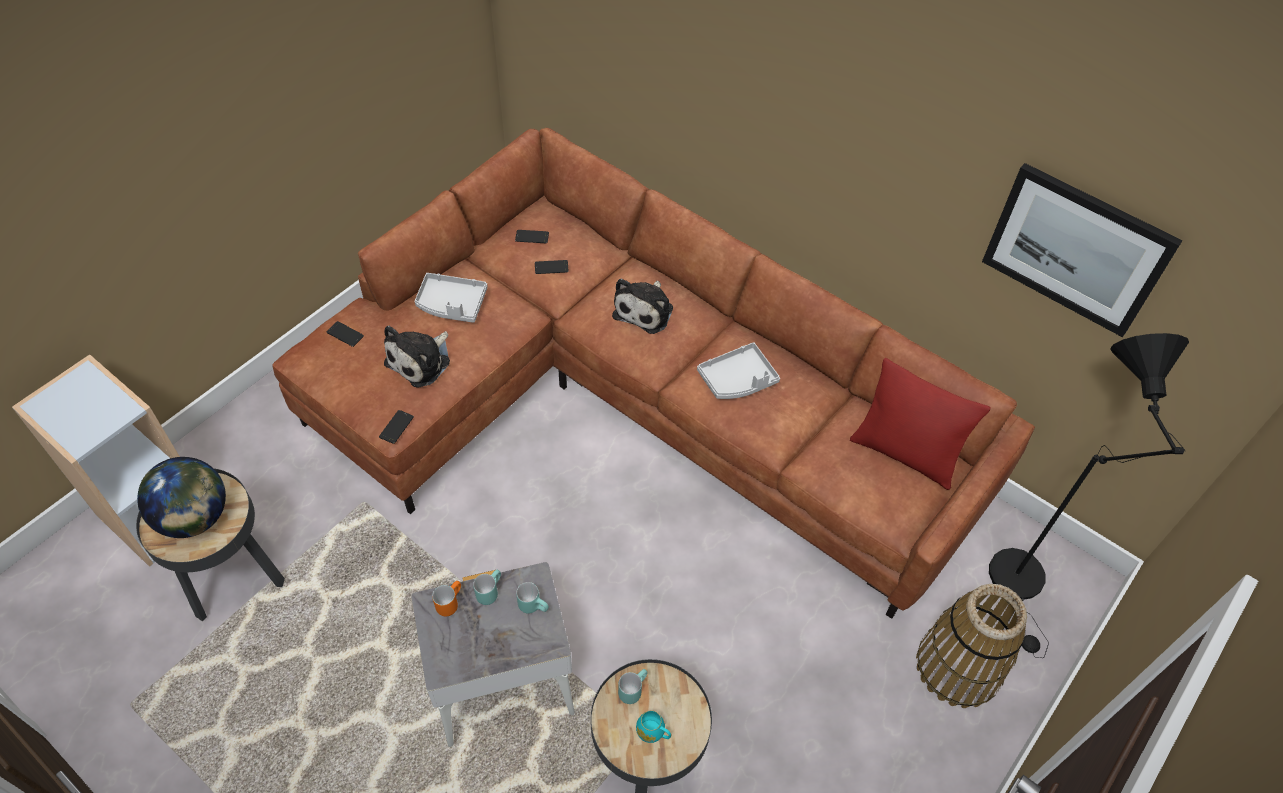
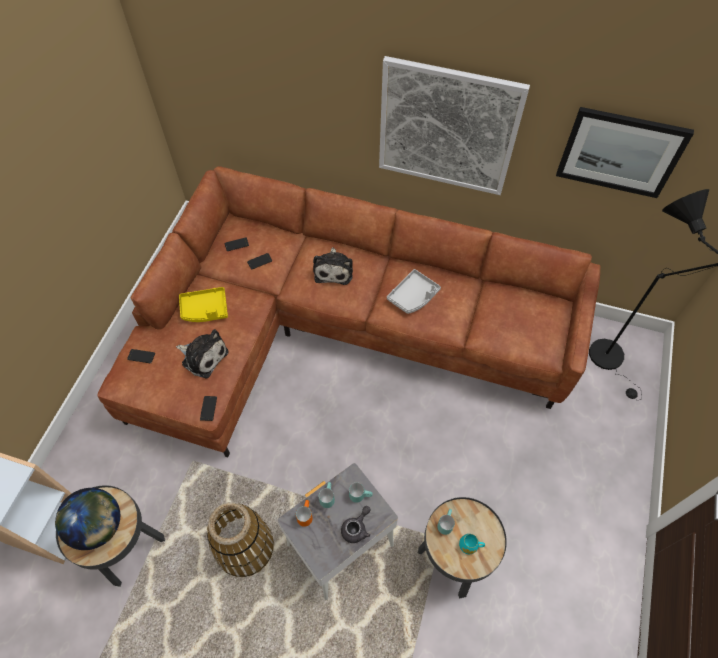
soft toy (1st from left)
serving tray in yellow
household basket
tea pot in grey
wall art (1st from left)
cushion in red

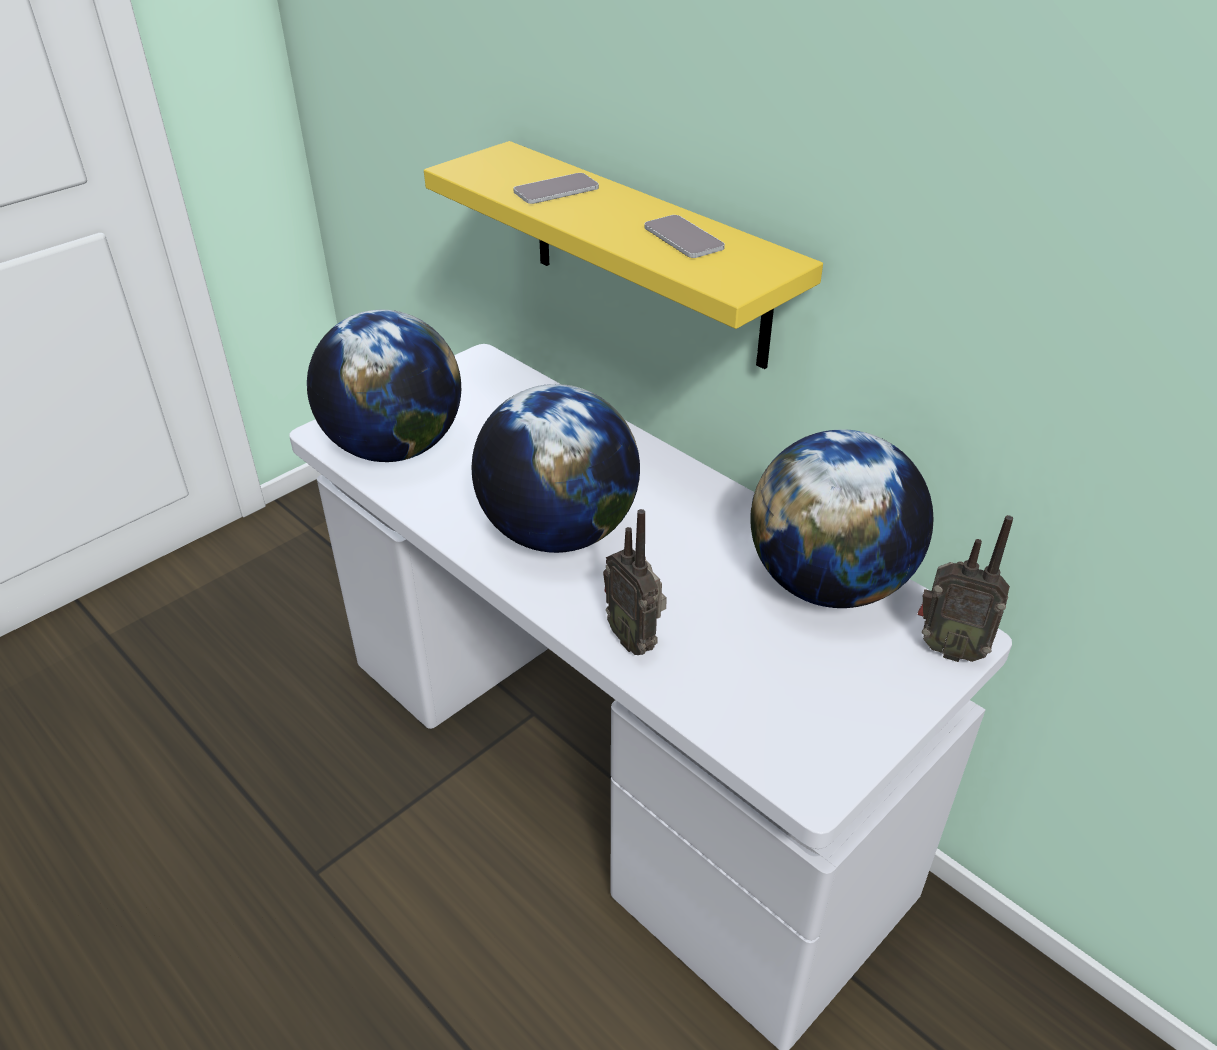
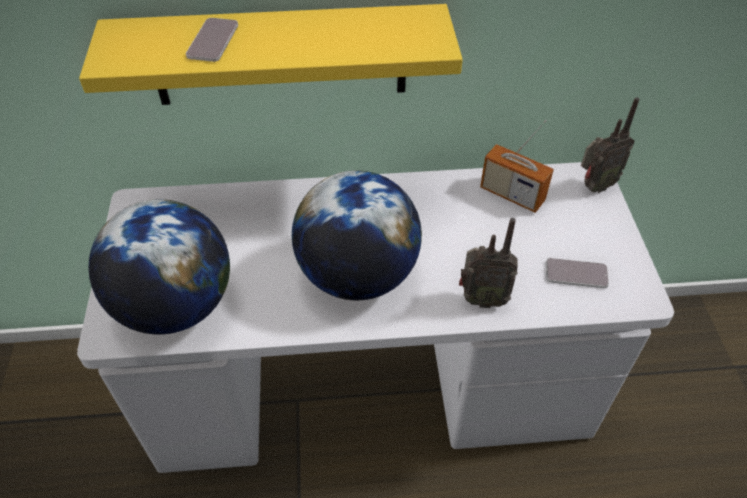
radio set (2nd from left)
handset (2nd from left)

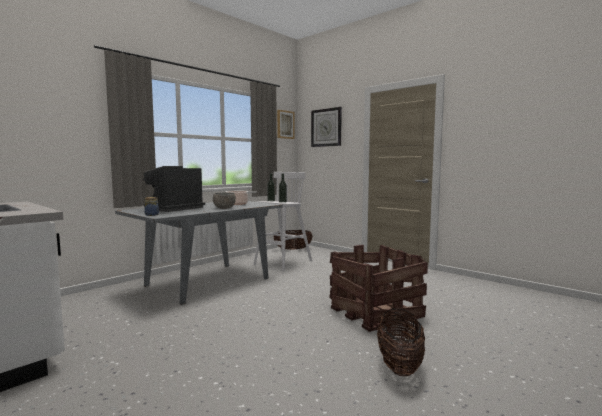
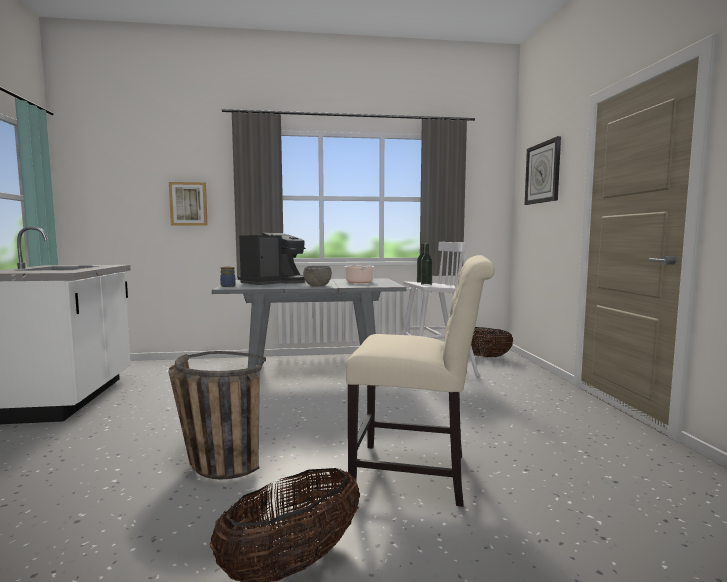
household basket (1st from left)
wall art
coffee machine
chair in sand-coloured

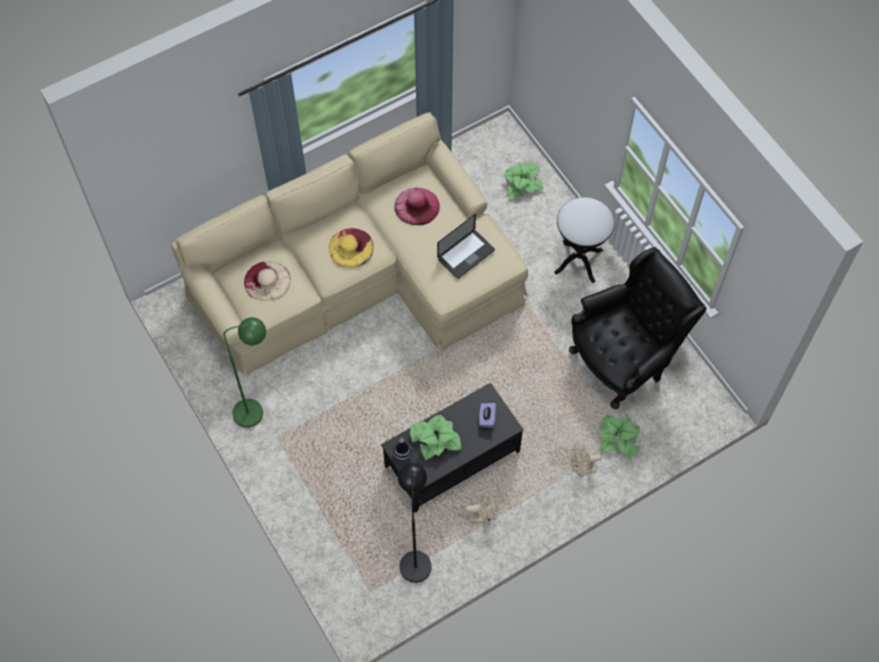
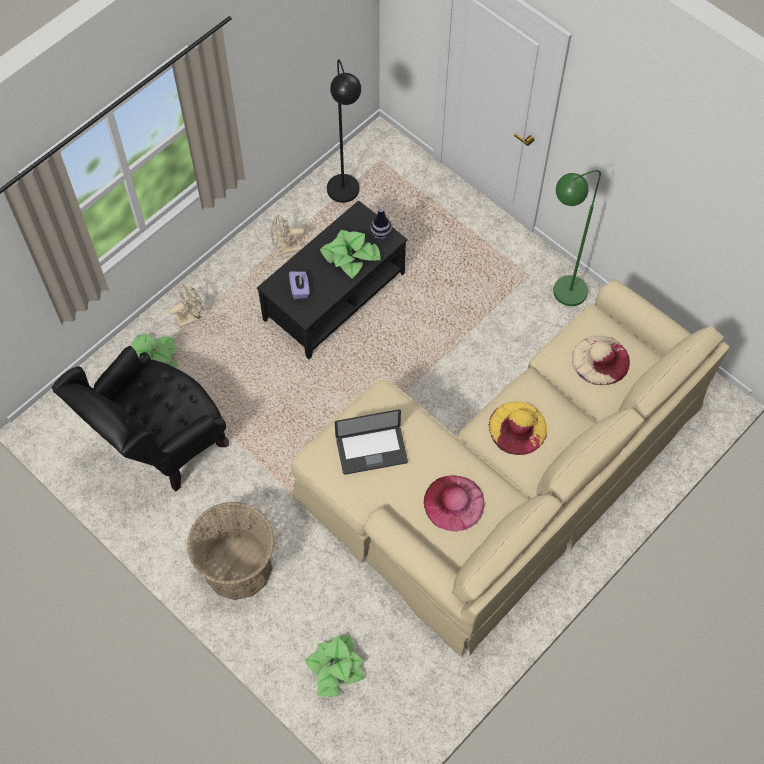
household basket
portable computer

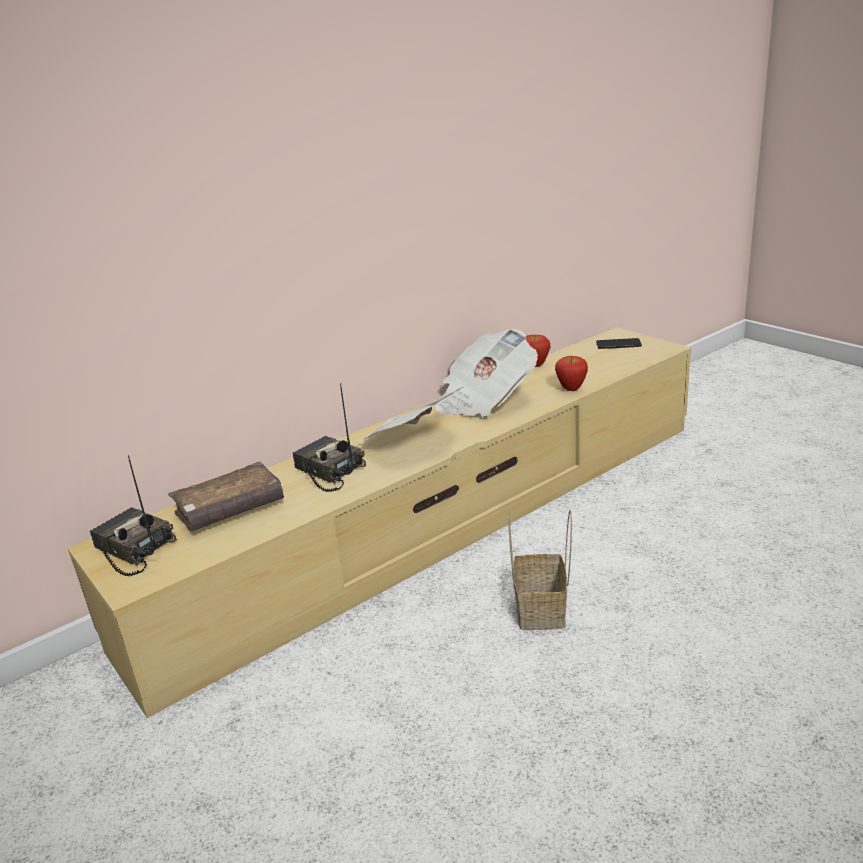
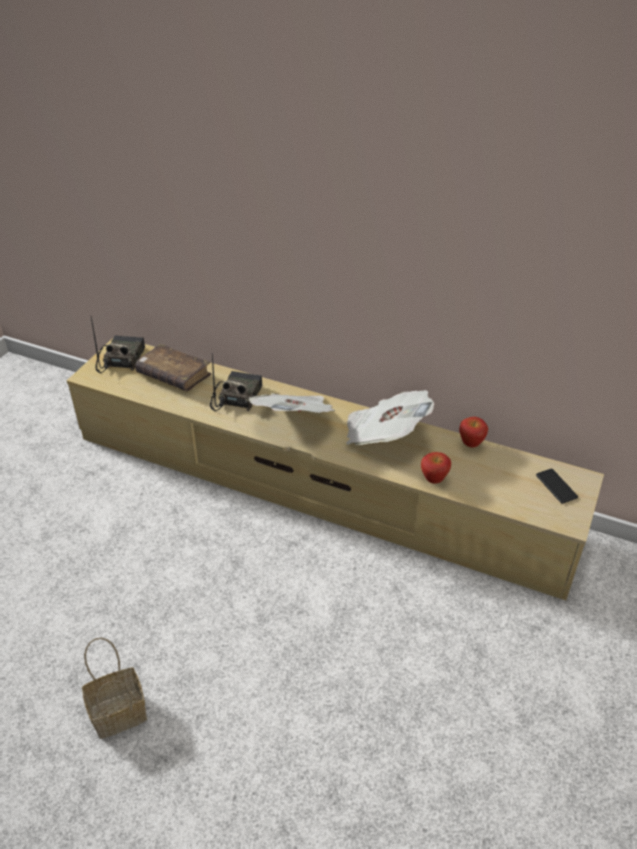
household basket

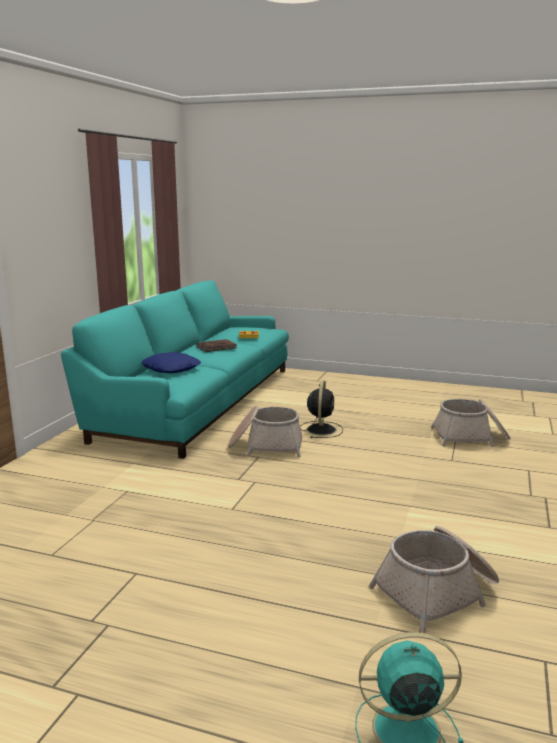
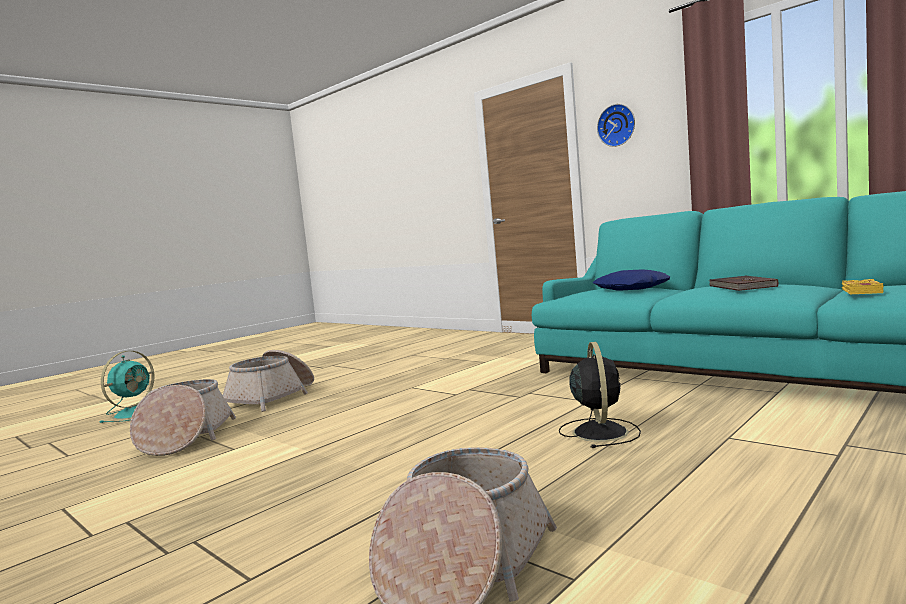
household basket (2nd from left)
electric fan in black-coloured
clock on the wall

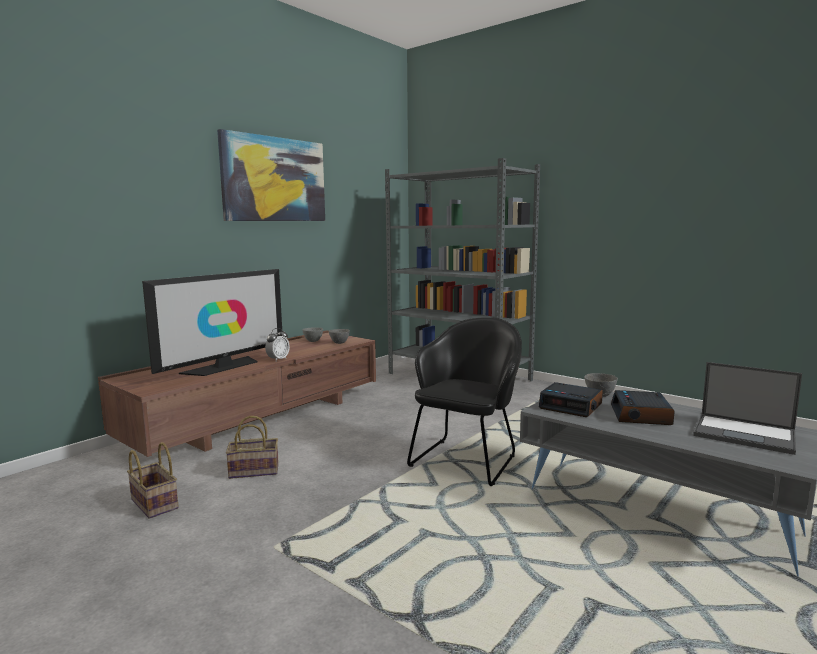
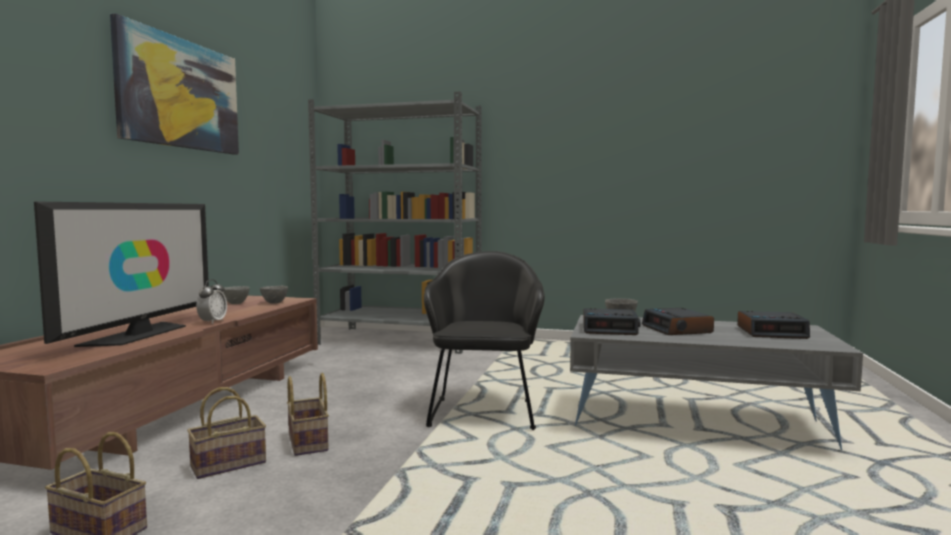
household basket (3rd from left)
table clock (4th from left)

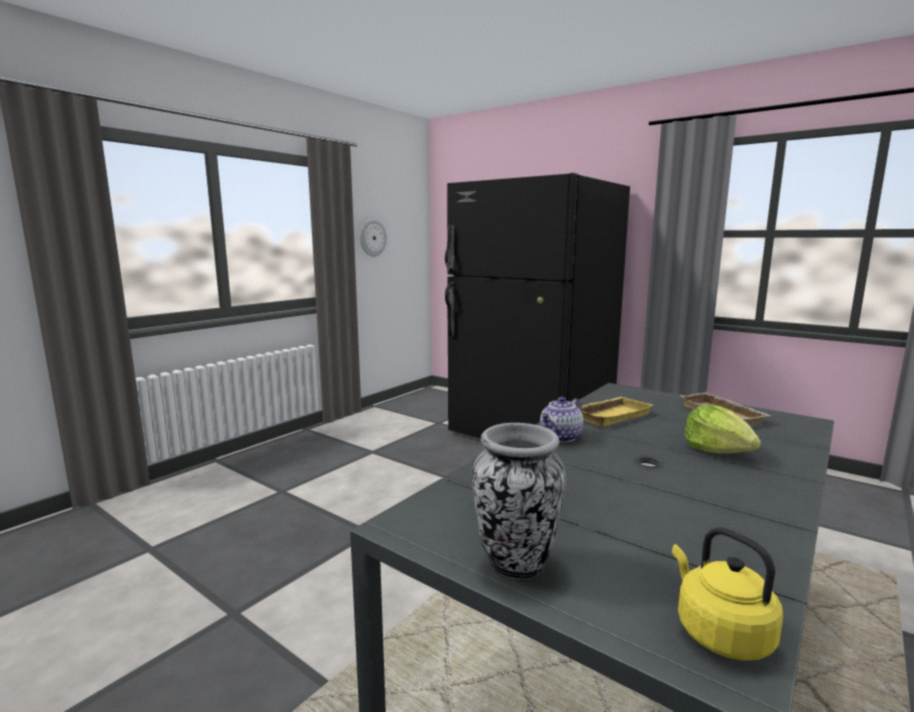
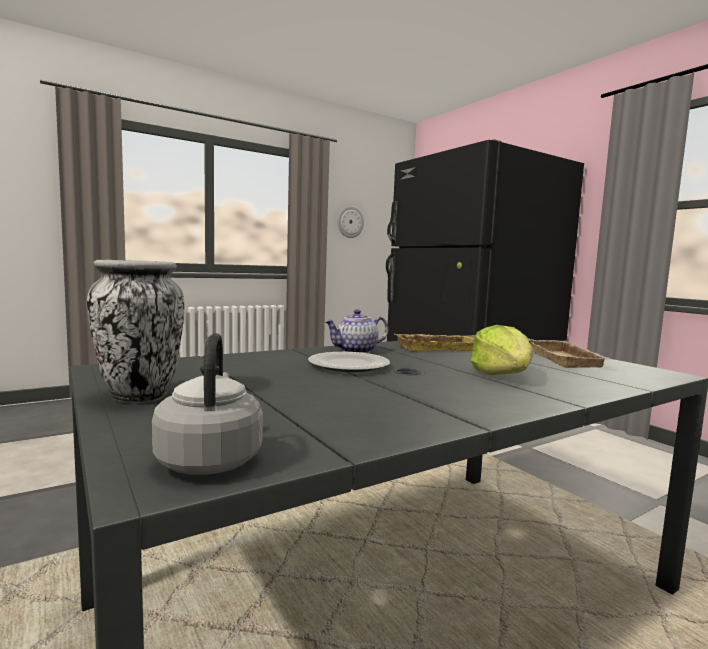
tea kettle in grey
dinner plate

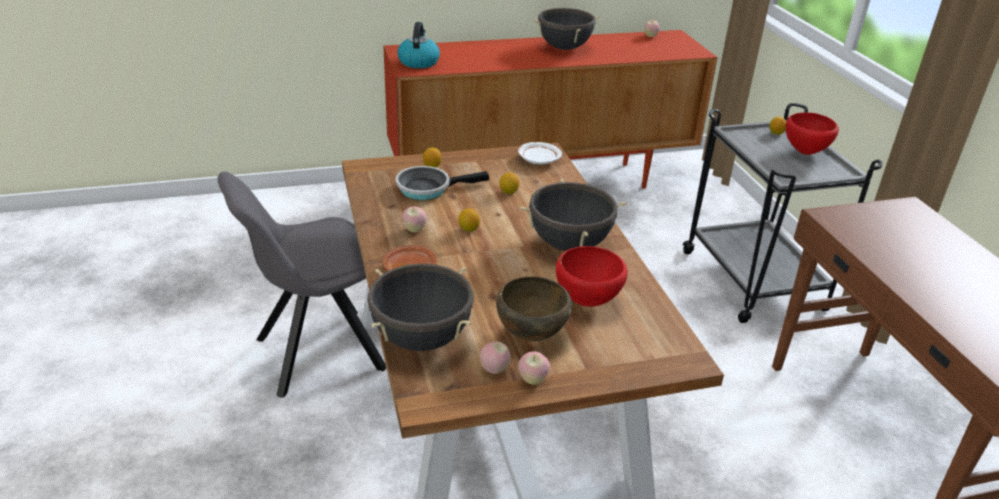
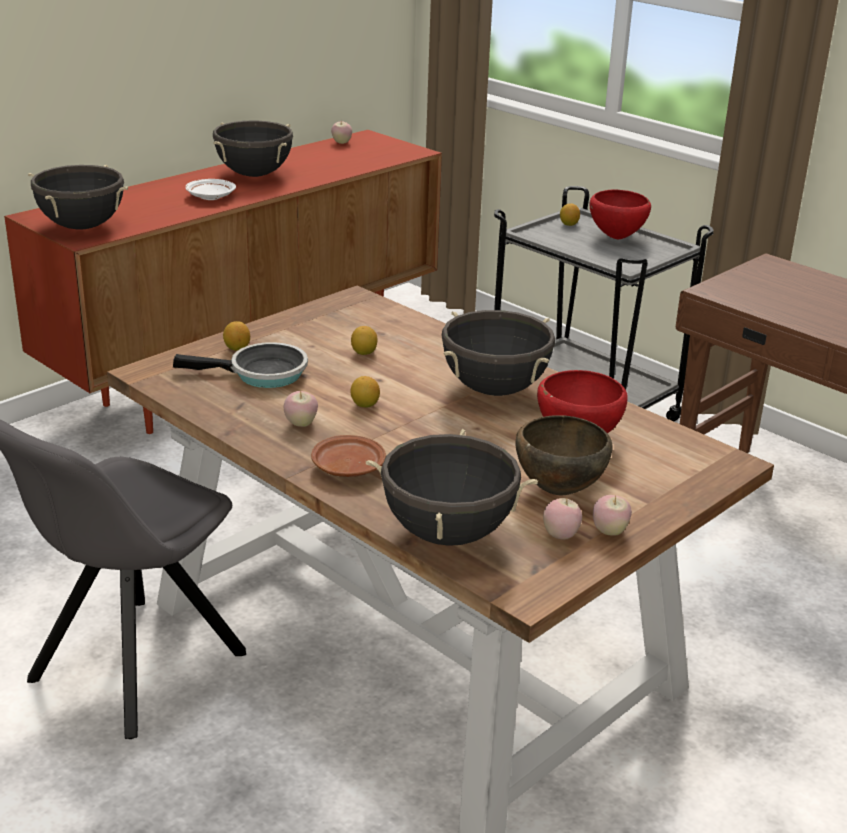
stockpot in black-coloured (1st from left)
frying pan
dinner plate in white-coloured

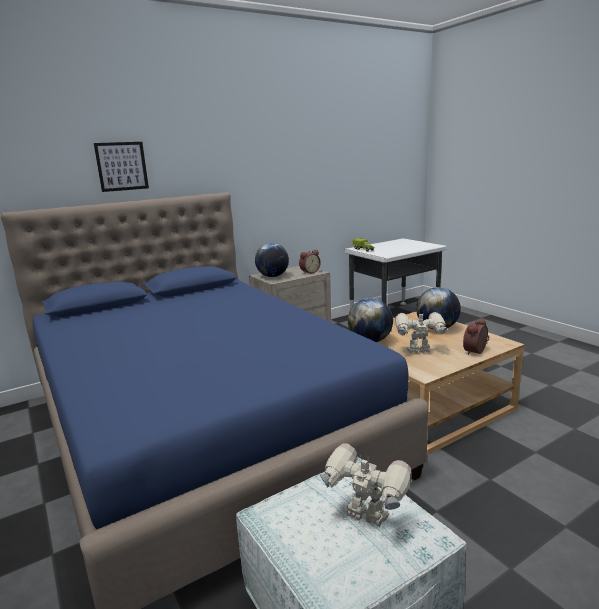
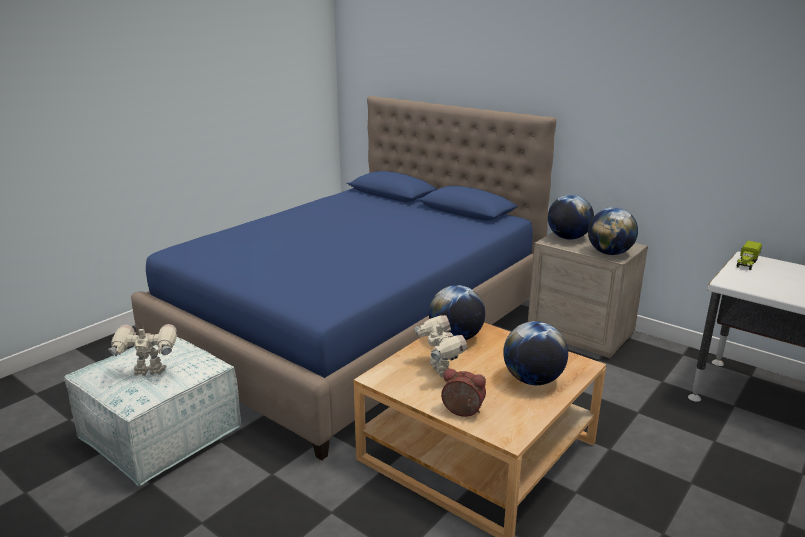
model robot (1st from left)
desk globe (4th from left)
wall art

